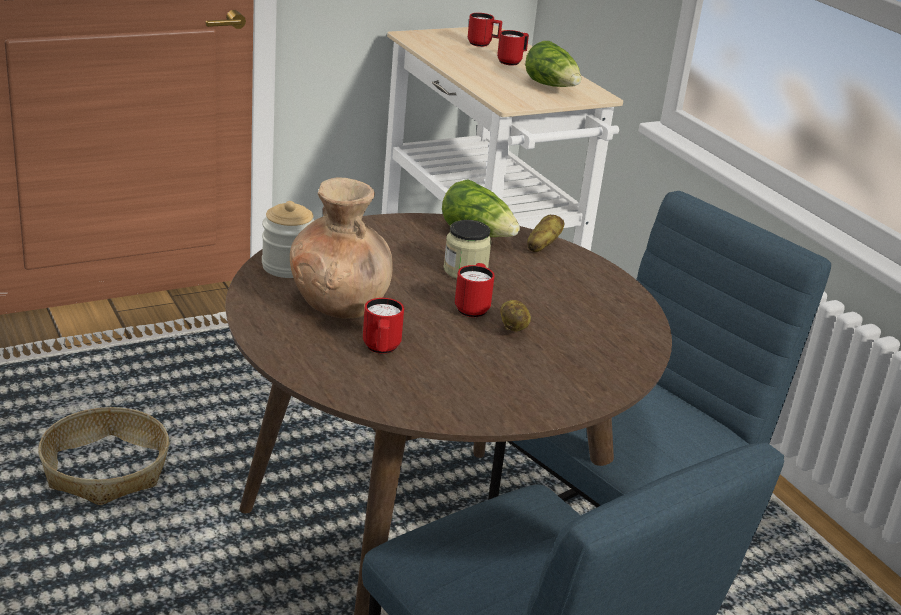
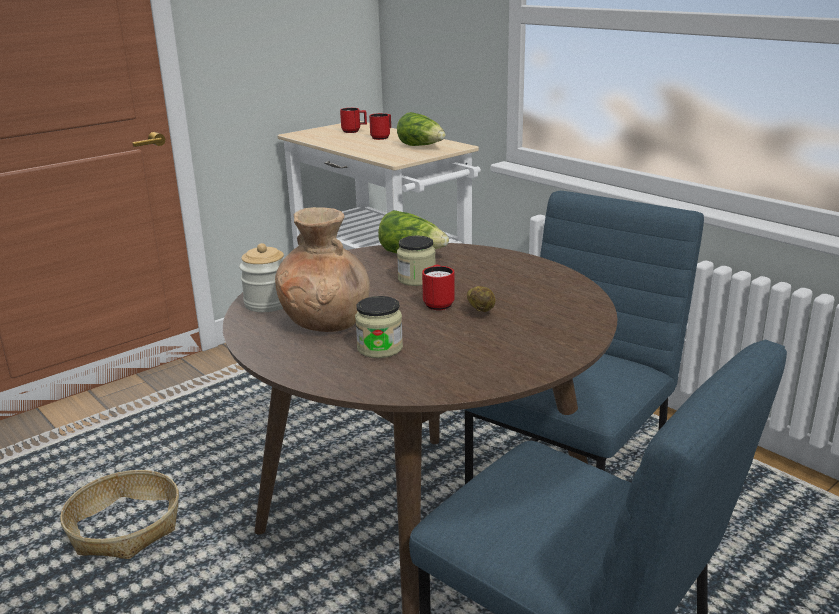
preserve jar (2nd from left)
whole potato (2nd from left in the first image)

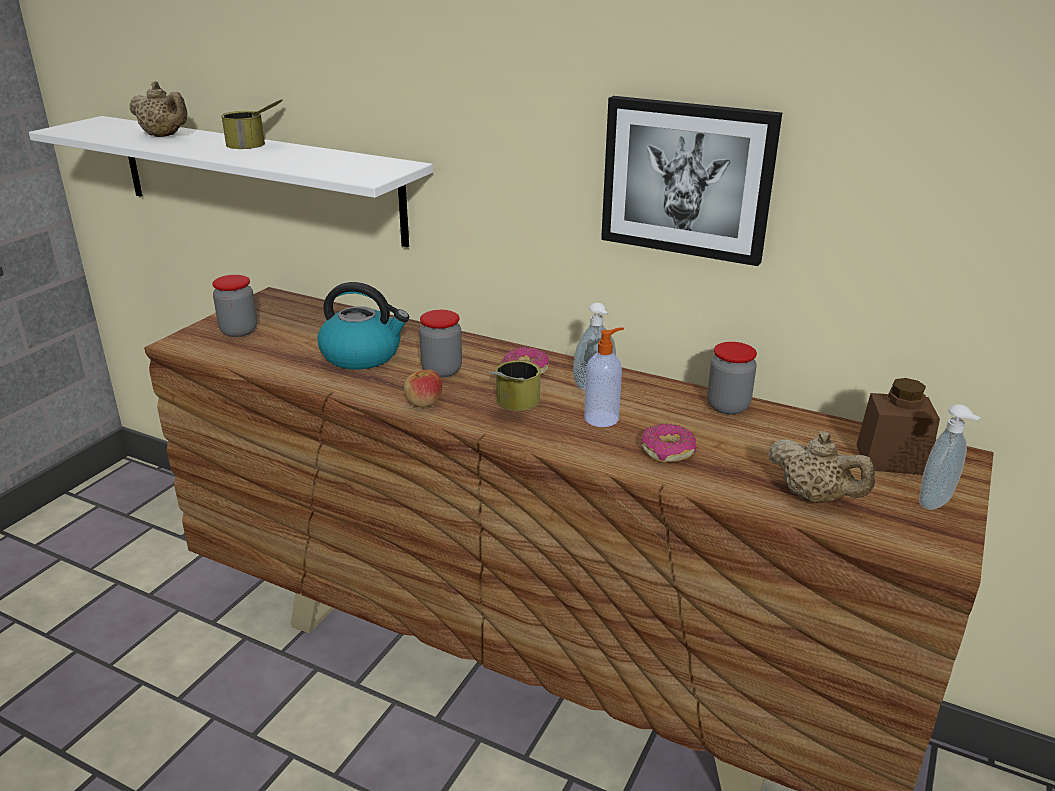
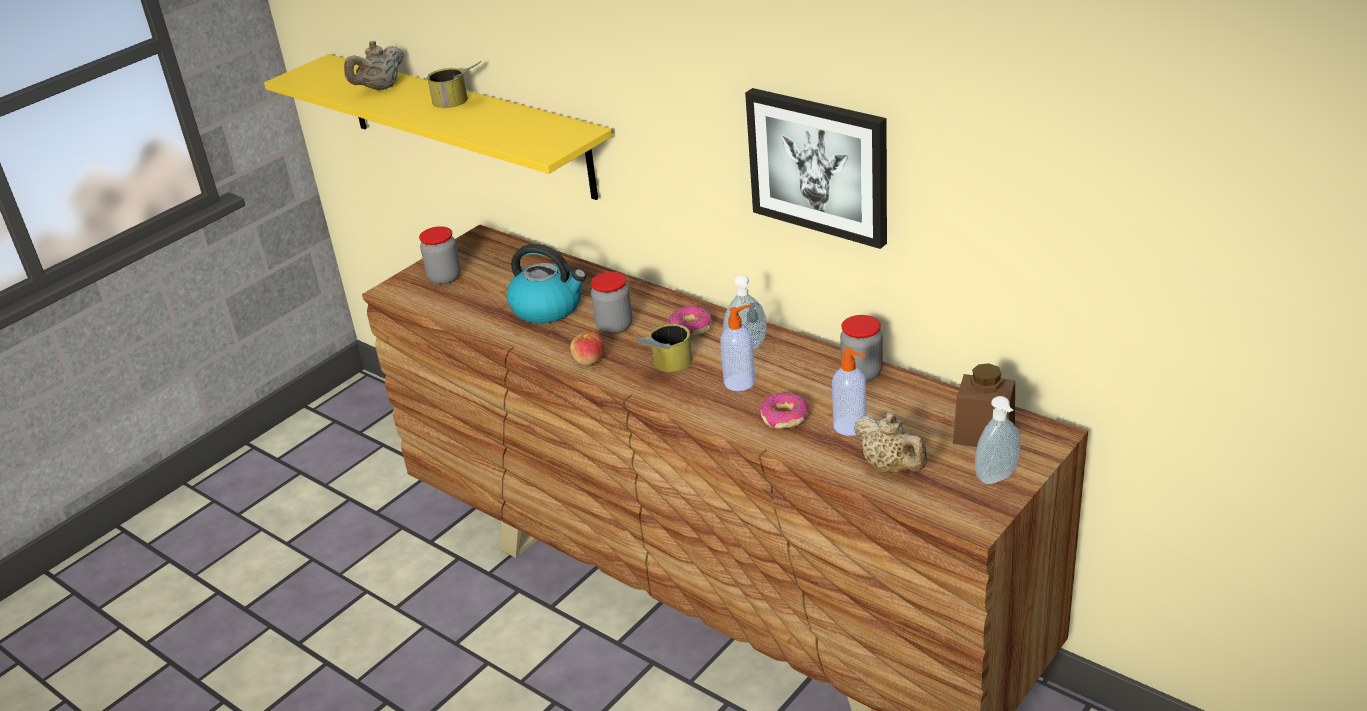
wall shelf in yellow
tea pot in sand-coloured (1st from left)
soap dispenser (3rd from left)

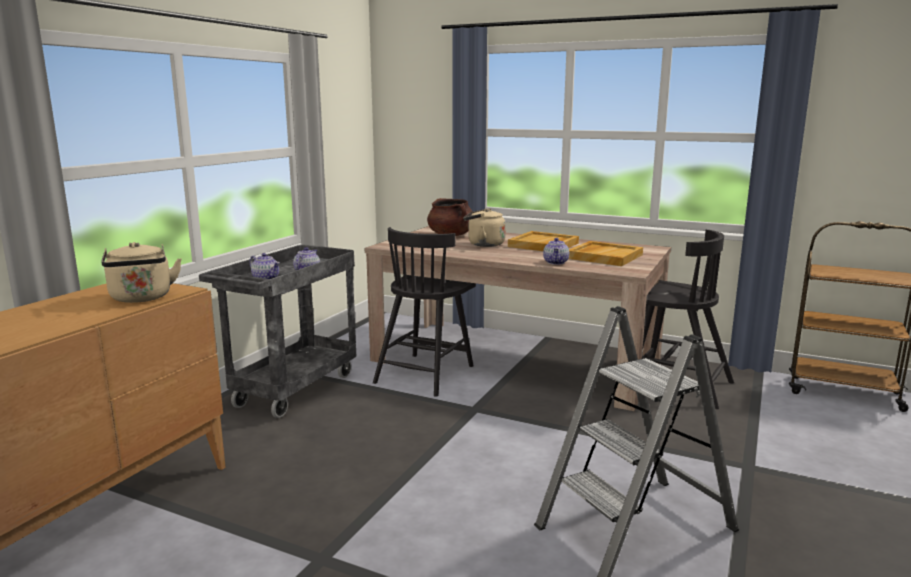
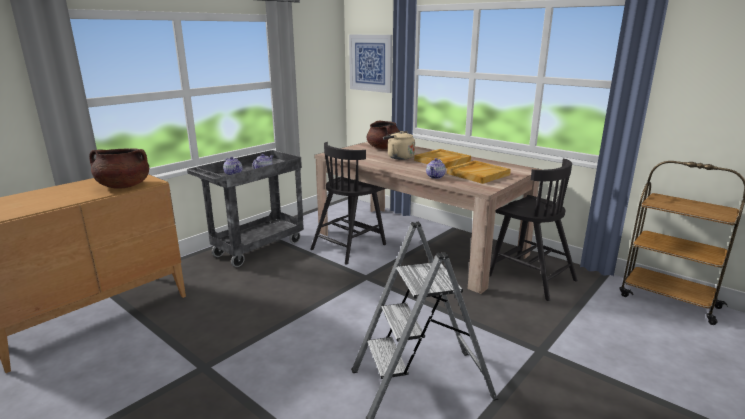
stockpot in brownish (1st from left)
wall art

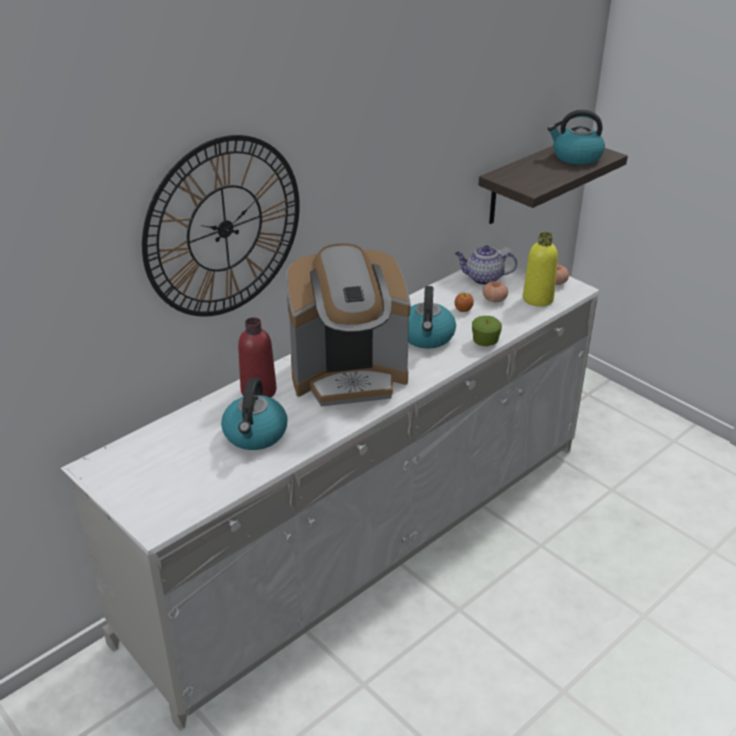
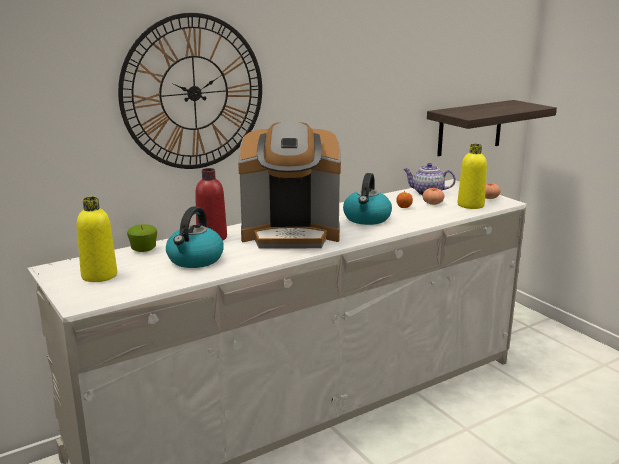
beverage bottle in yellow (1st from left)
whole apple (1st from left)
tea kettle (3rd from left in the first image)

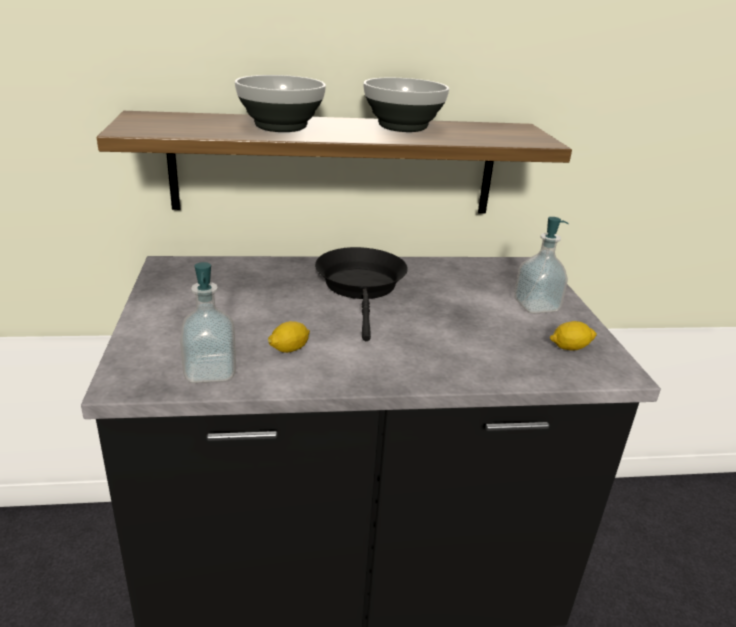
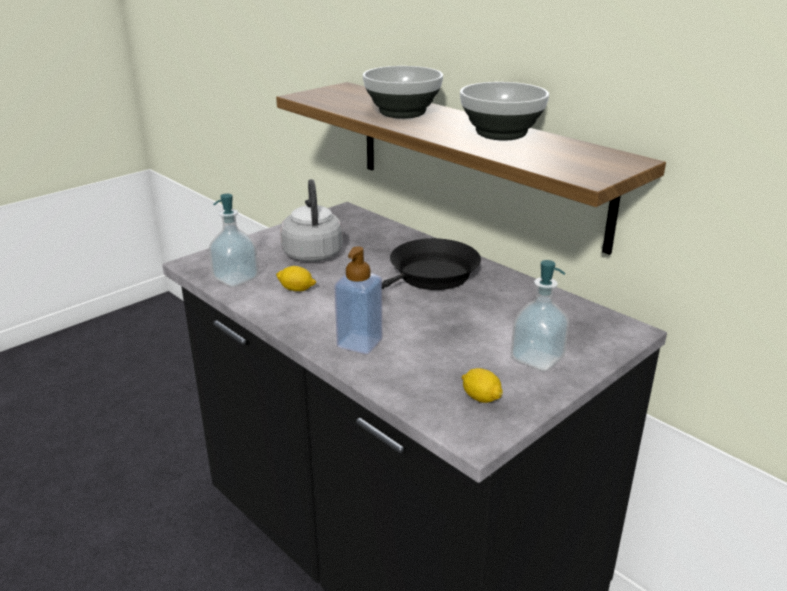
tea kettle in grey
soap dispenser (2nd from left)

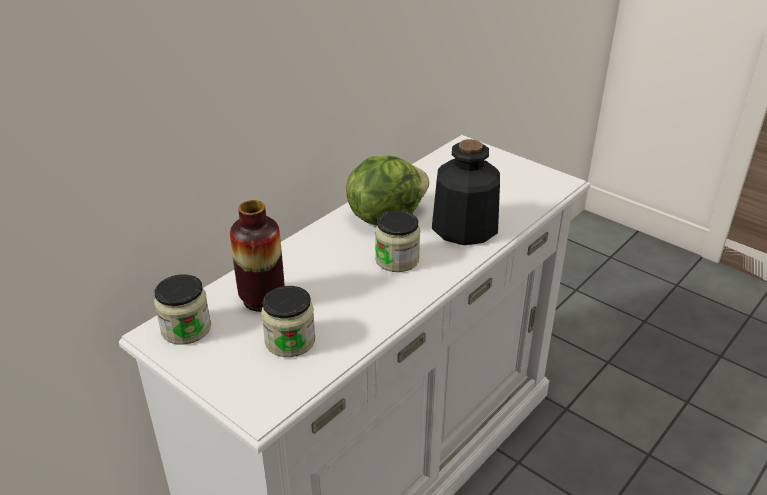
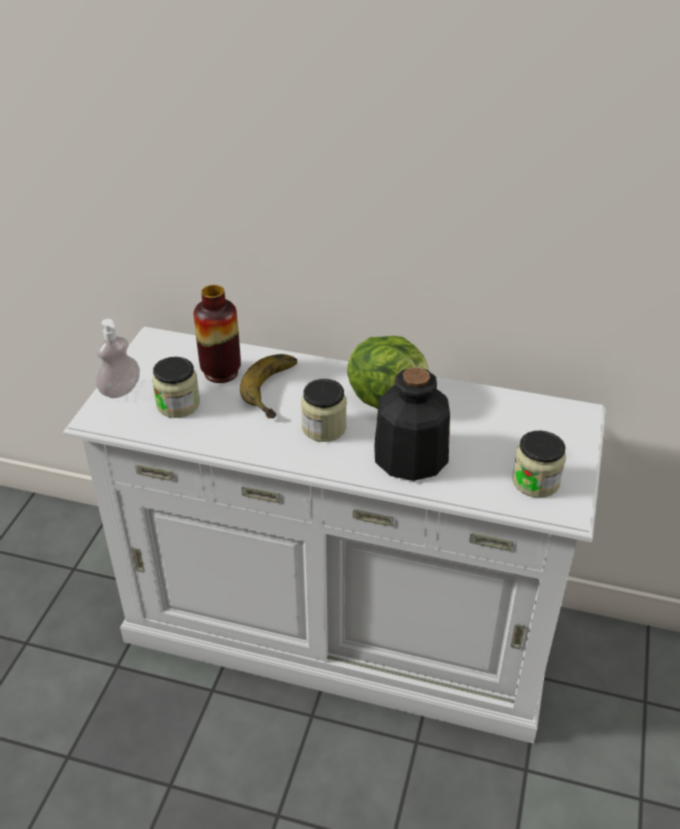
soap dispenser
banana
preserve jar (3rd from left)

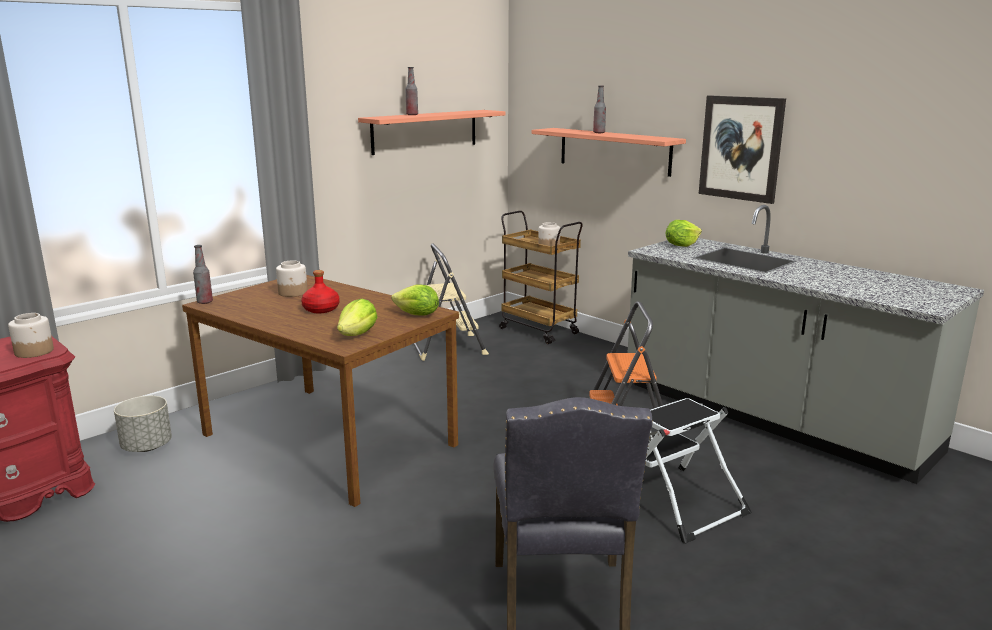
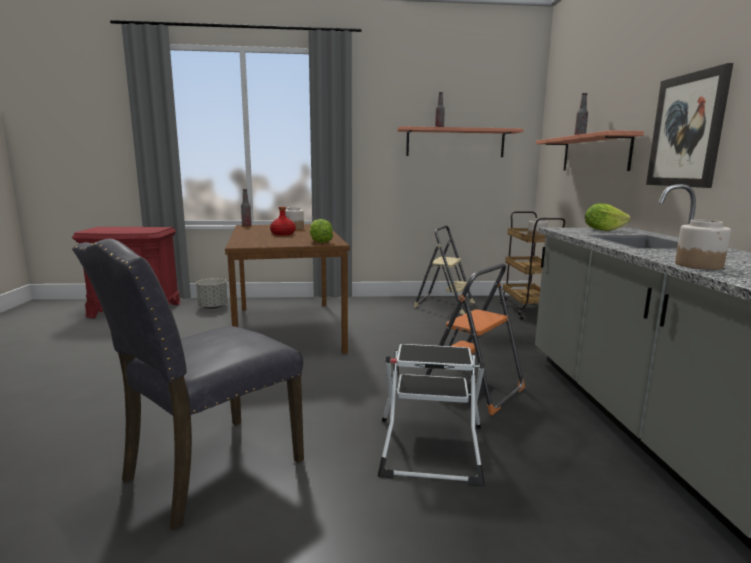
preserve jar (3rd from left)
head of lettuce (1st from left in the first image)

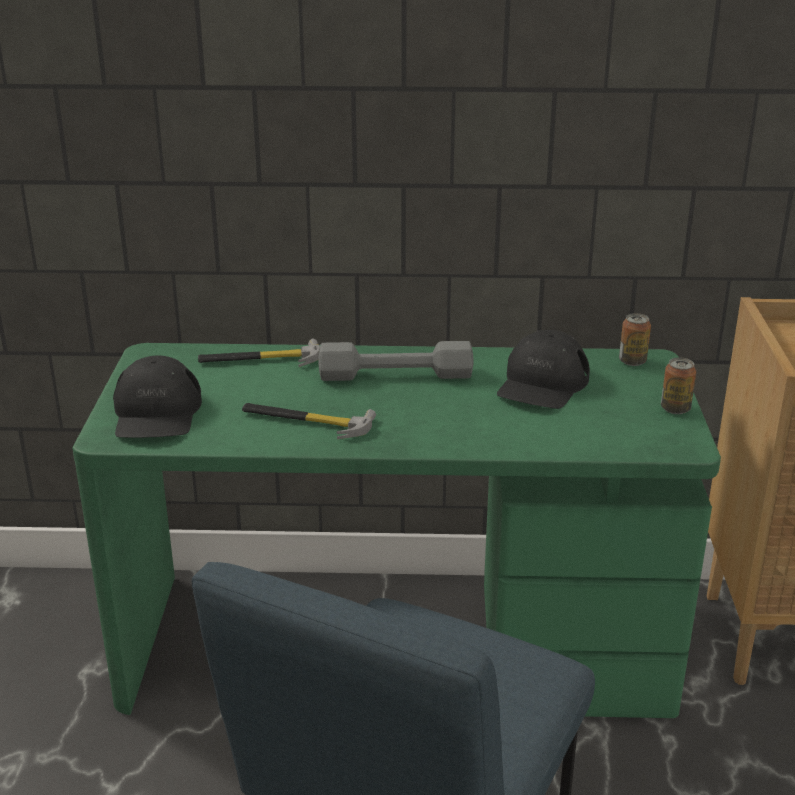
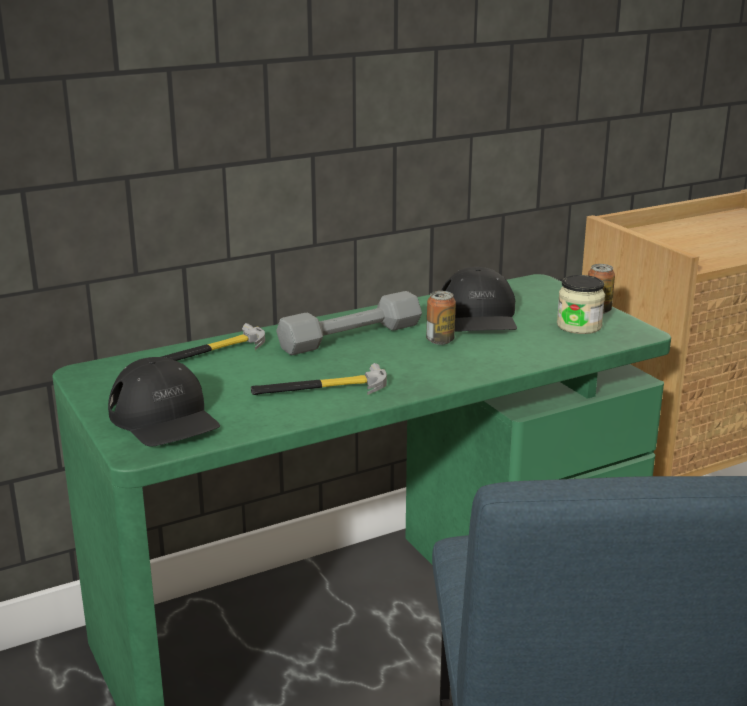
can (1st from left)
preserve jar

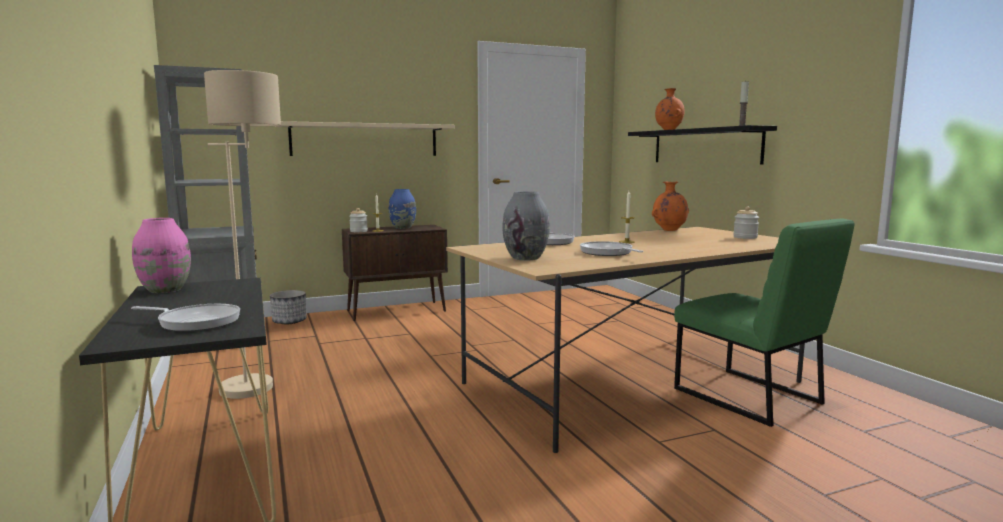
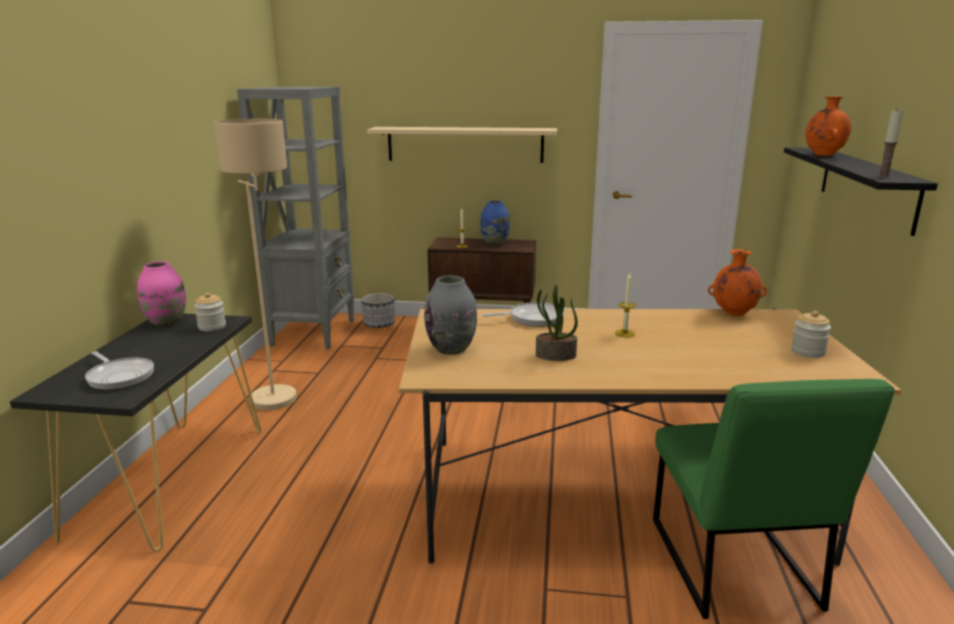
preserve jar (1st from left)
potted plant

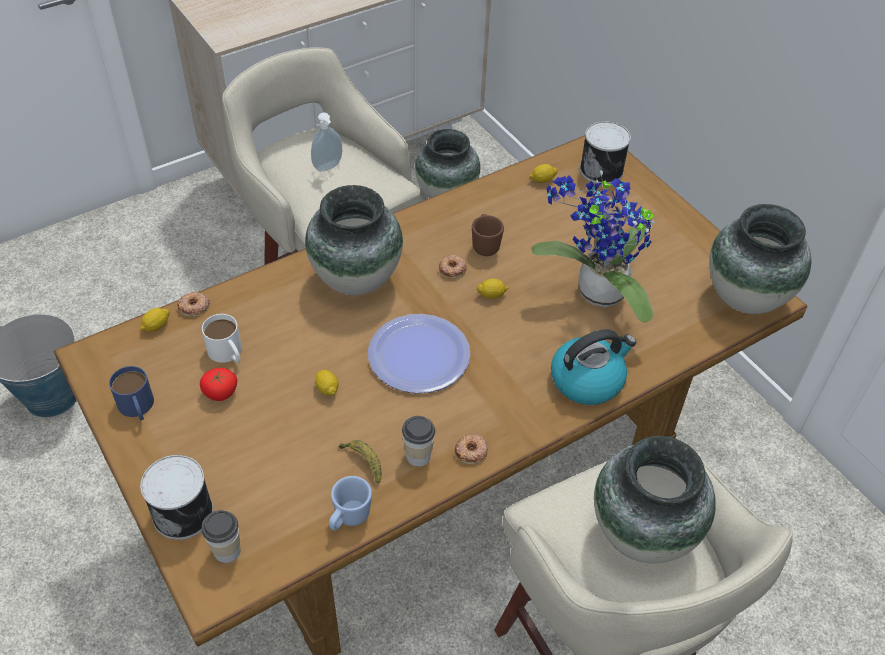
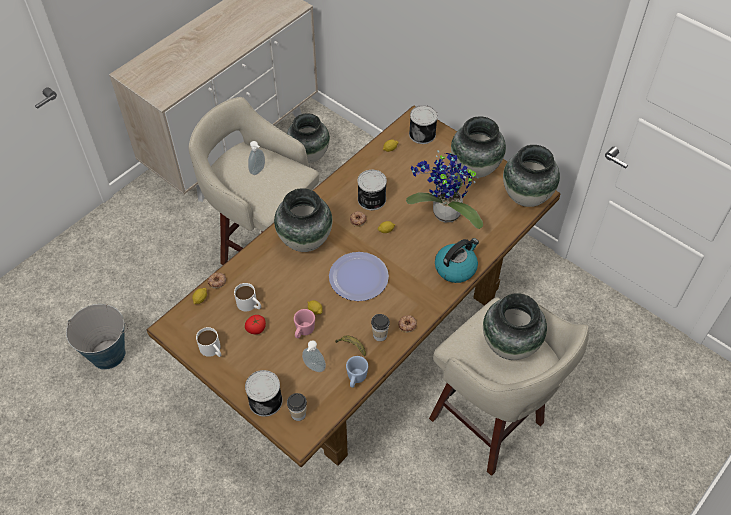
tea mug in white-coloured (1st from left)
tea mug in pink
soap dispenser (2nd from left)
can (2nd from left)
flower vase (3rd from left)

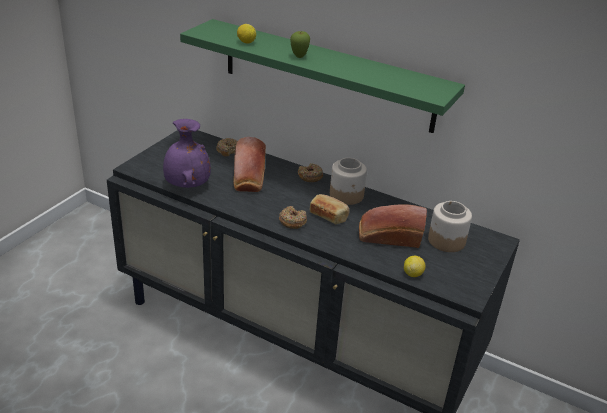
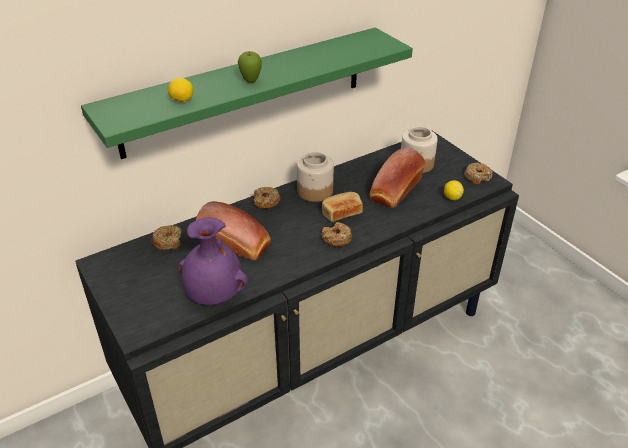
ring doughnut (4th from left)

